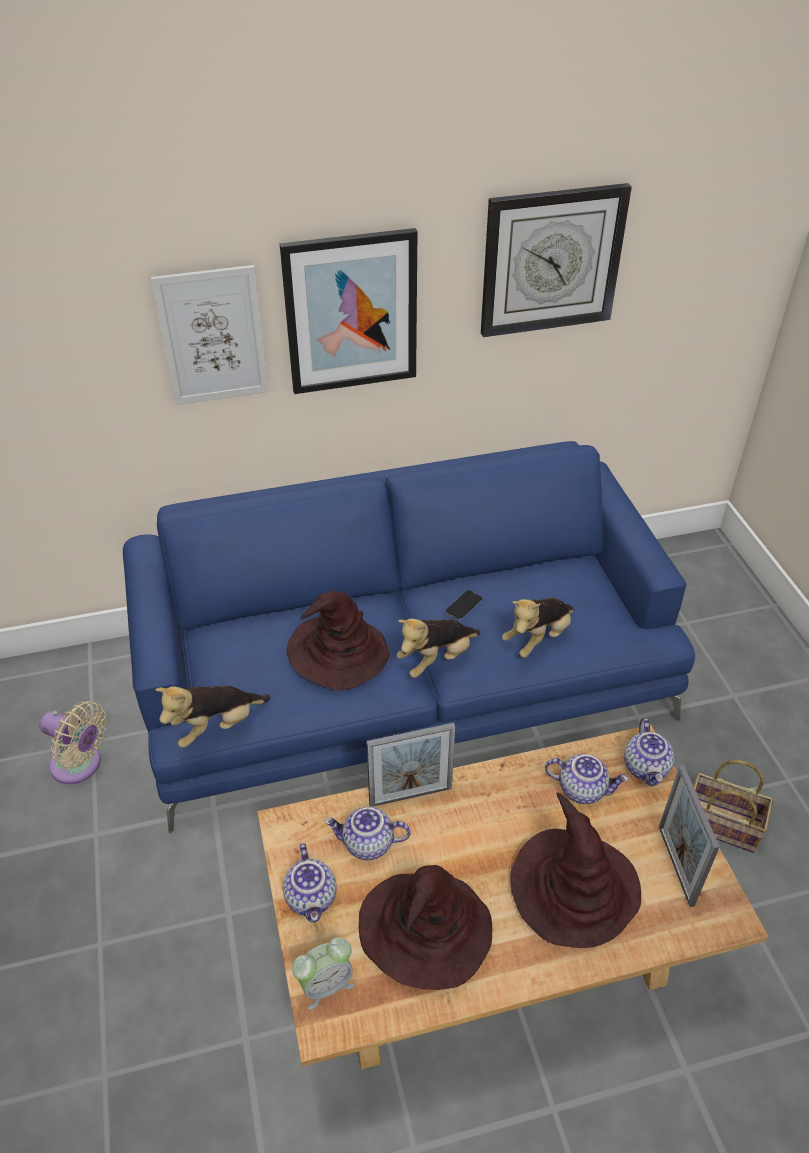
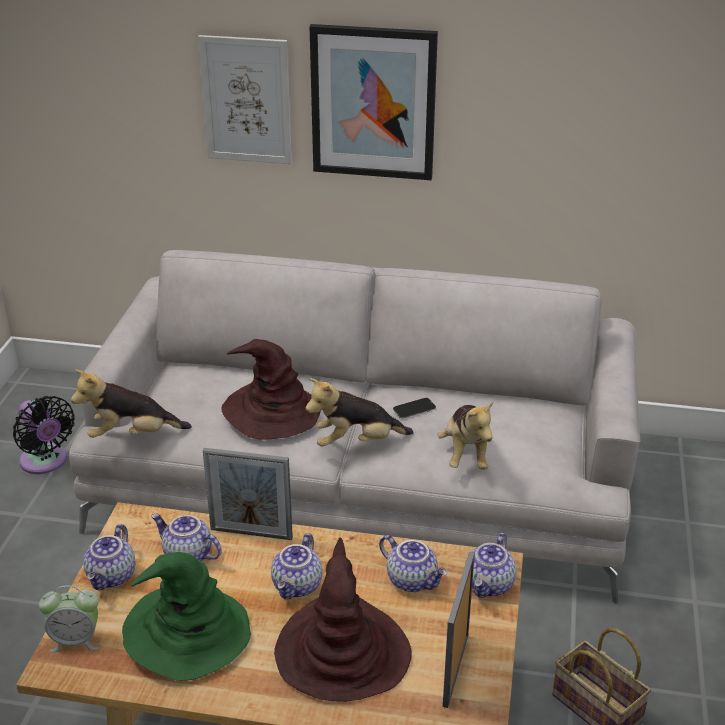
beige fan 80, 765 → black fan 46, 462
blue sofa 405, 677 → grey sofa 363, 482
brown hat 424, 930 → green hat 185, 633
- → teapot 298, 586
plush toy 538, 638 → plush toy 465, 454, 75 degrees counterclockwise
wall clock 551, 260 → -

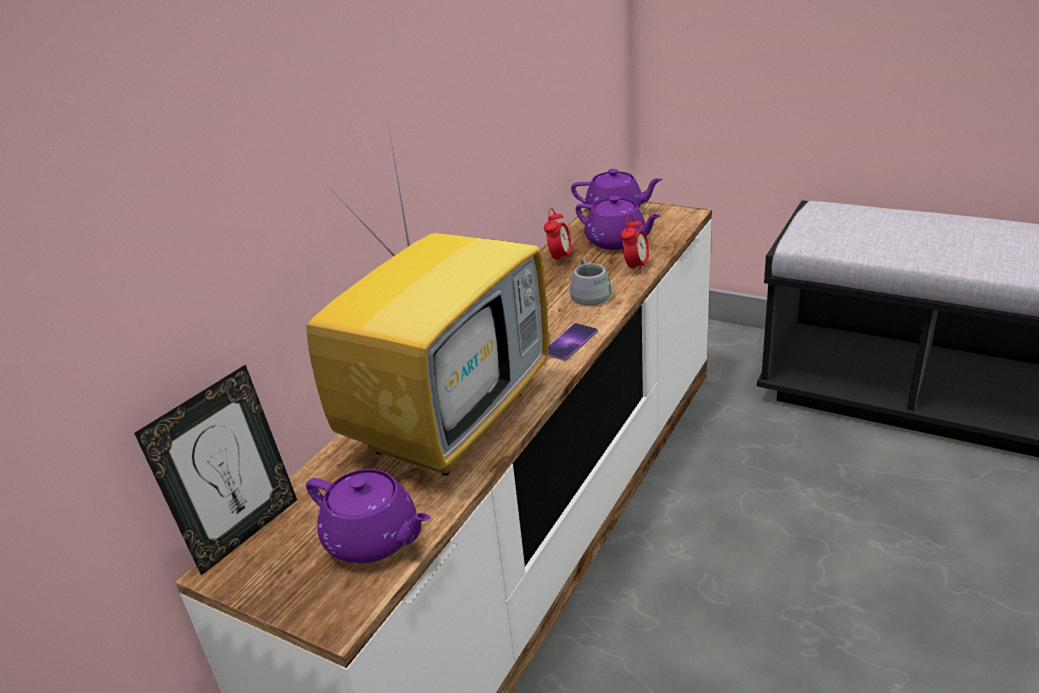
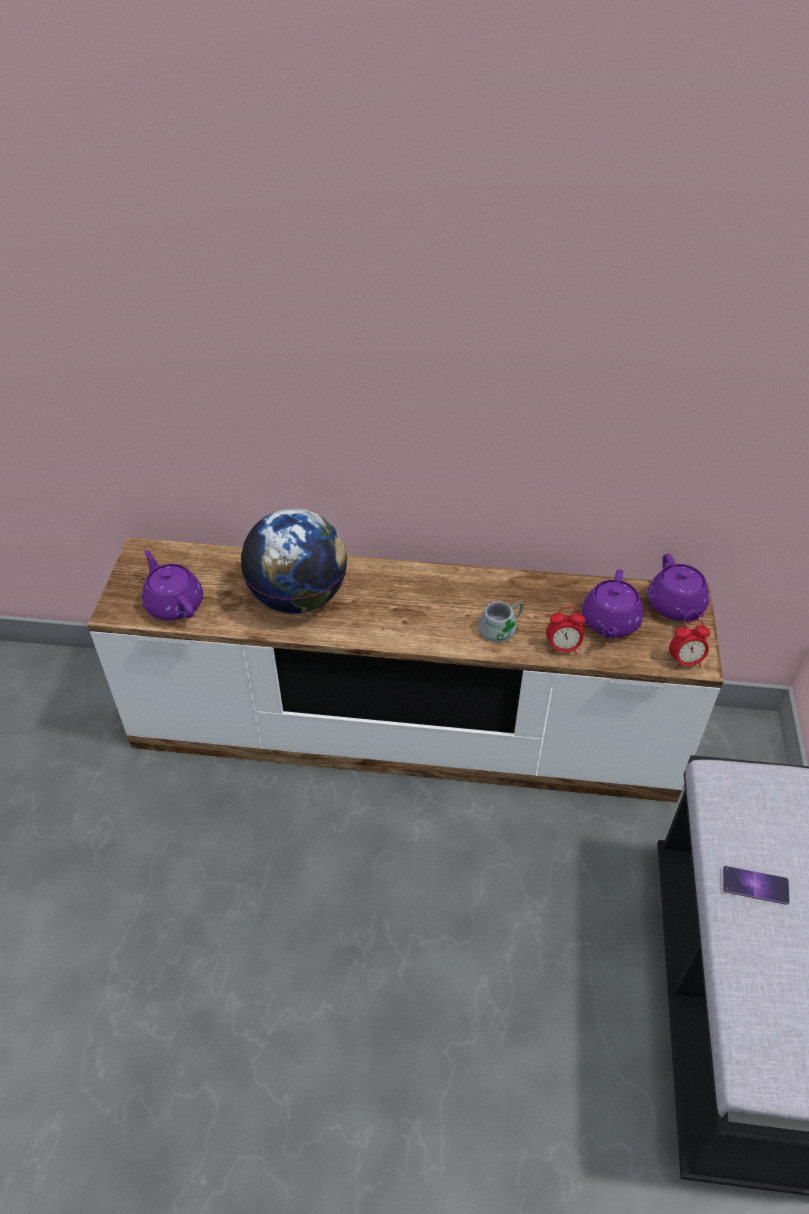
purple teapot 374, 539 → purple teapot 174, 603, 135 degrees clockwise
television 450, 418 → globe 299, 597
alarm clock 559, 258 → alarm clock 685, 661, shifted
phone 570, 342 → phone 755, 885, shifted
picture frame 244, 532 → -

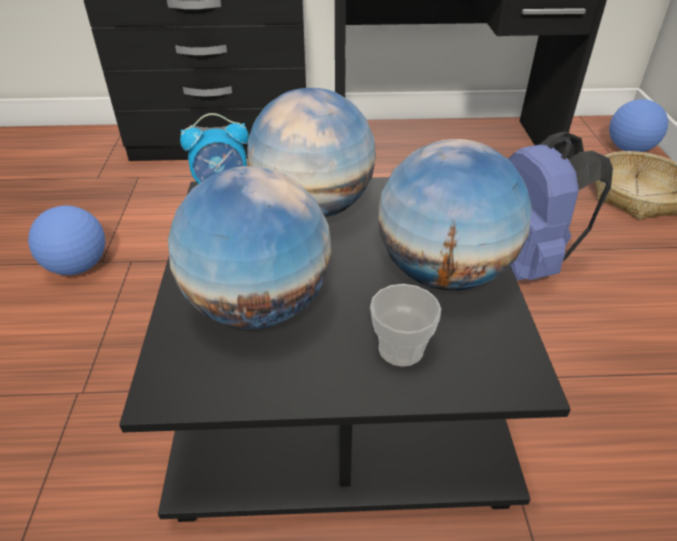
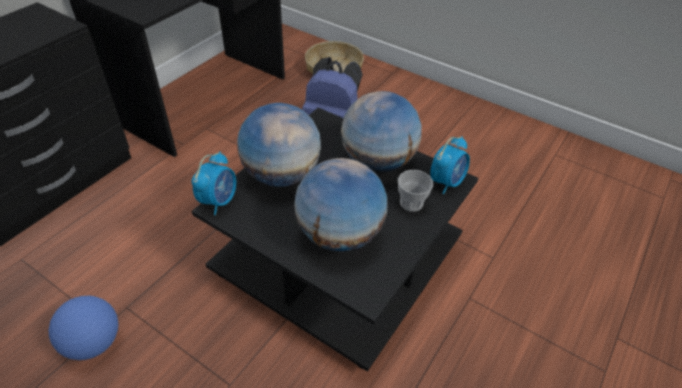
- → alarm clock 447, 182
football 629, 149 → -

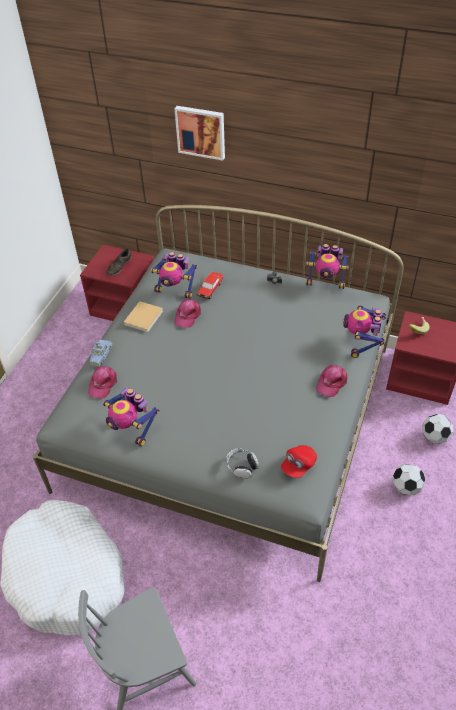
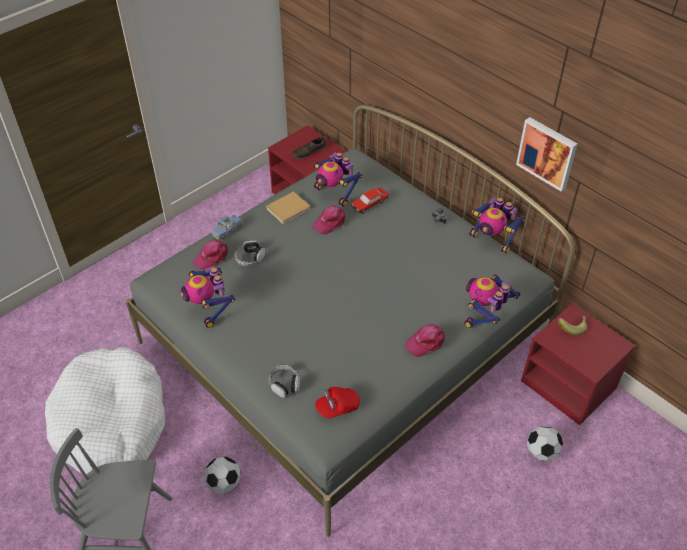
football 406, 487 → football 224, 483, shifted
- → headphones 250, 258
picture 201, 131 → picture 547, 153, shifted

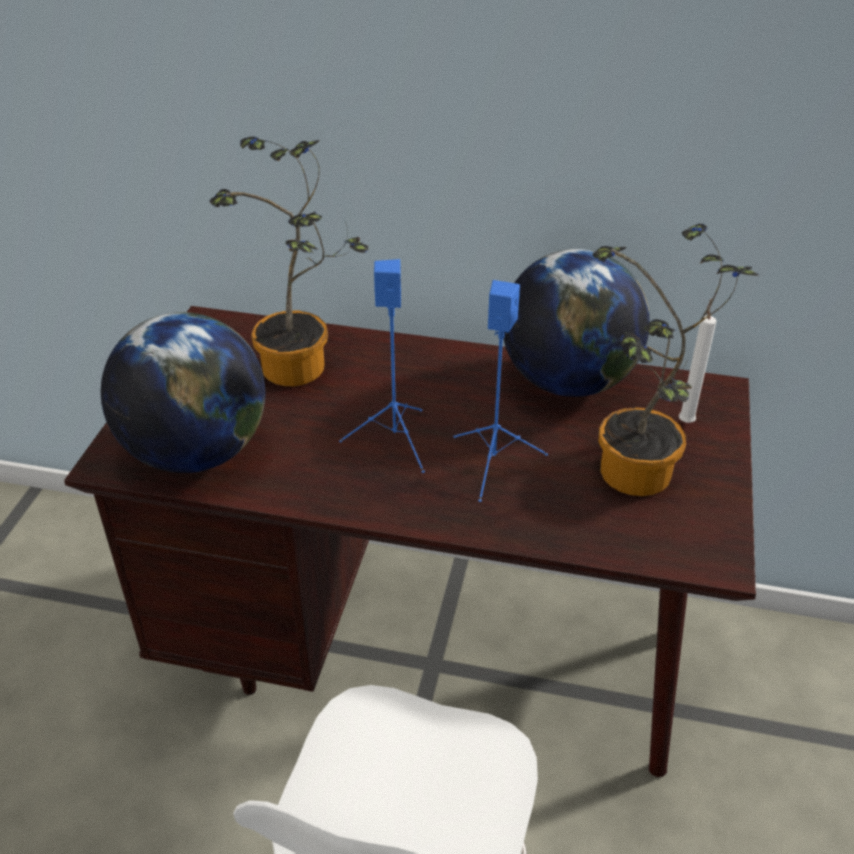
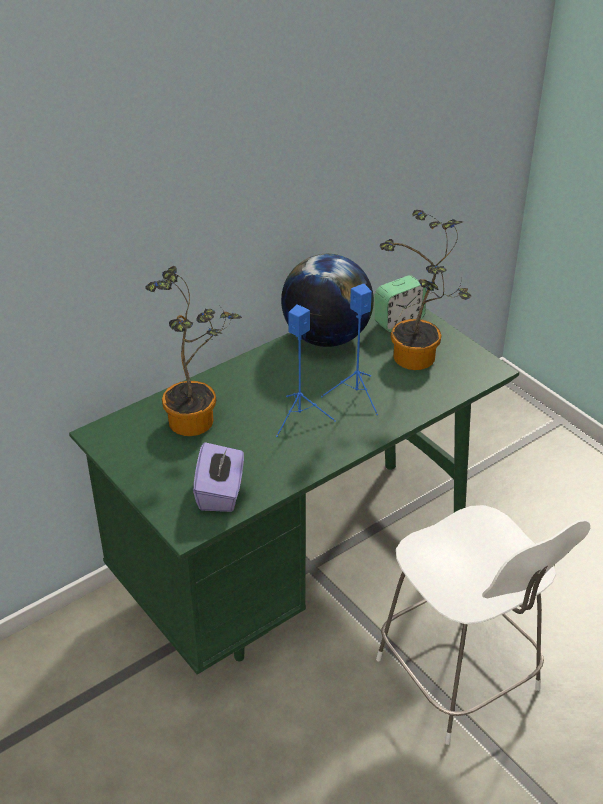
brown desk 427, 655 → green desk 301, 564
globe 196, 452 → purple tissue box 220, 492
white candle 686, 421 → alarm clock 398, 321

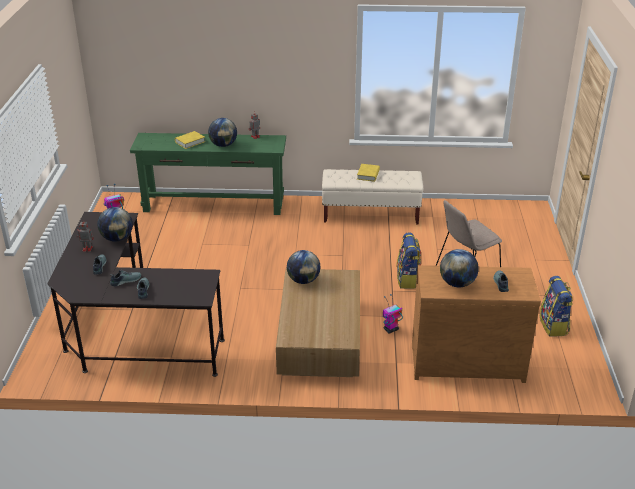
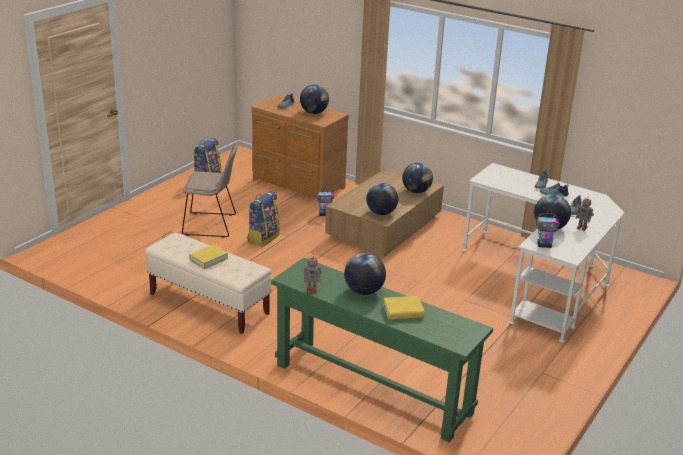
- → globe 416, 191
black desk 131, 333 → white desk 542, 279

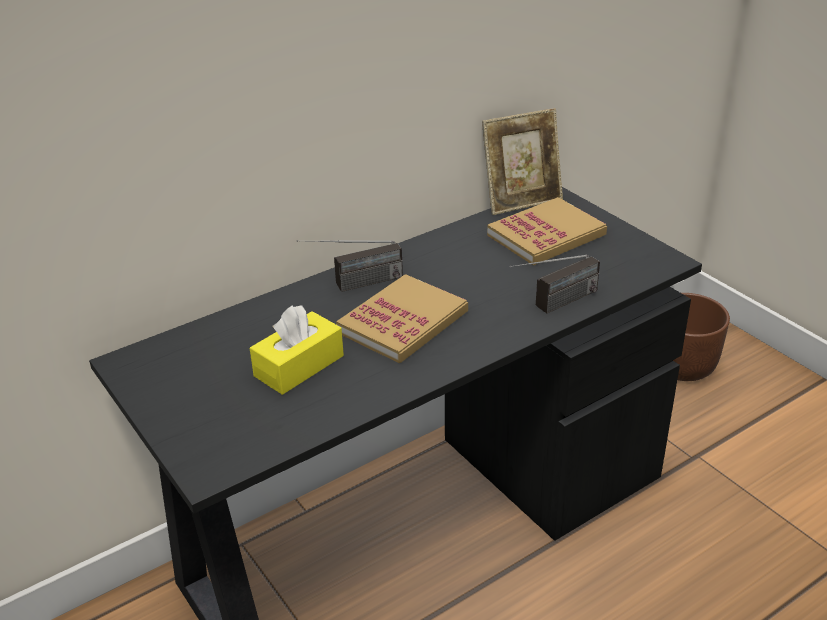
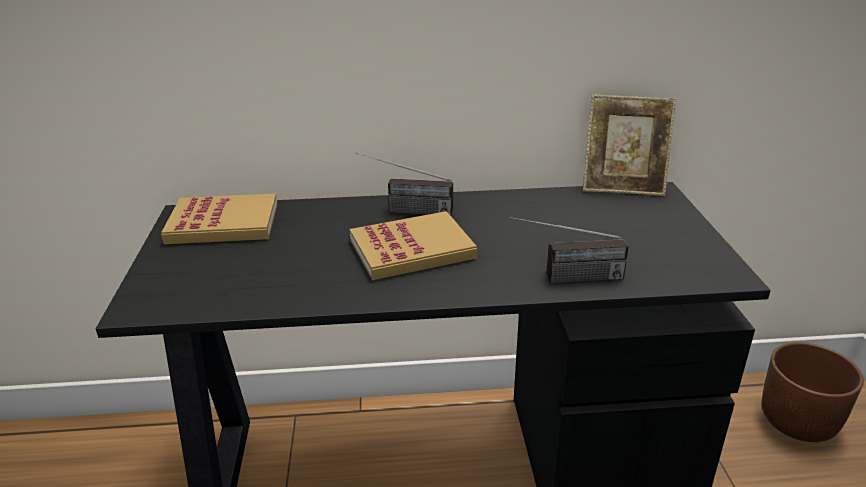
book 546, 235 → book 223, 223, shifted
yellow tissue box 299, 366 → -

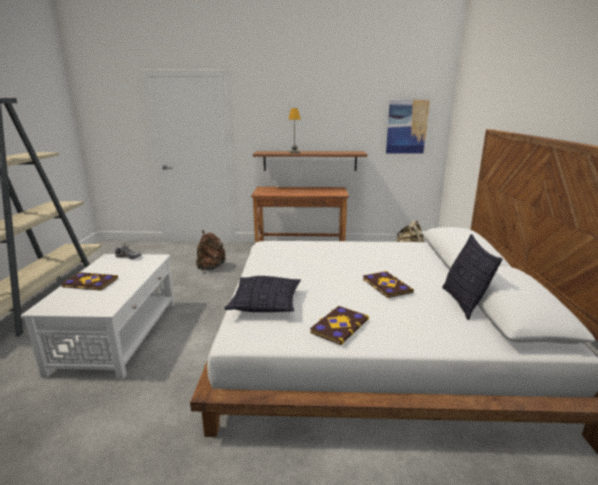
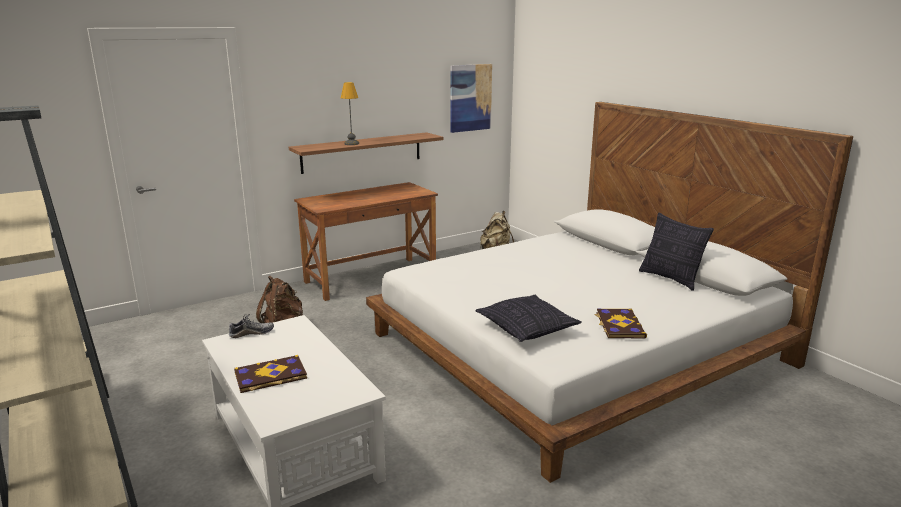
book 386, 286 → -

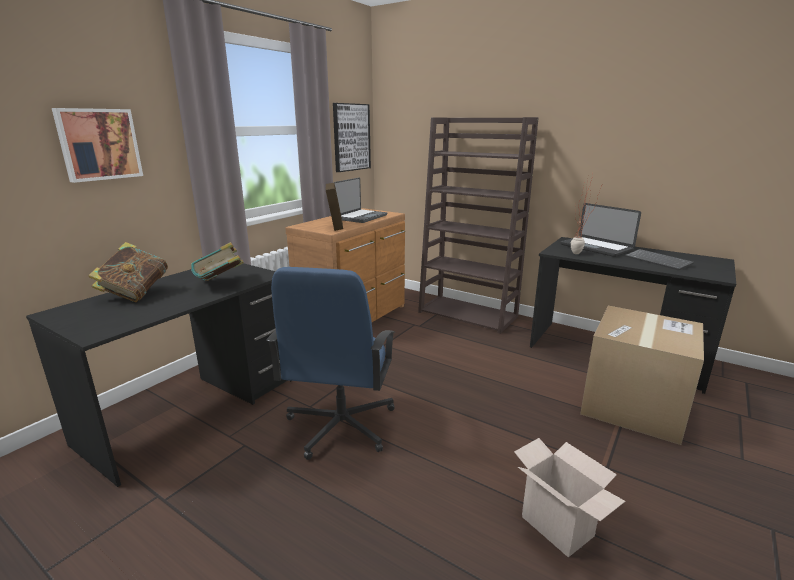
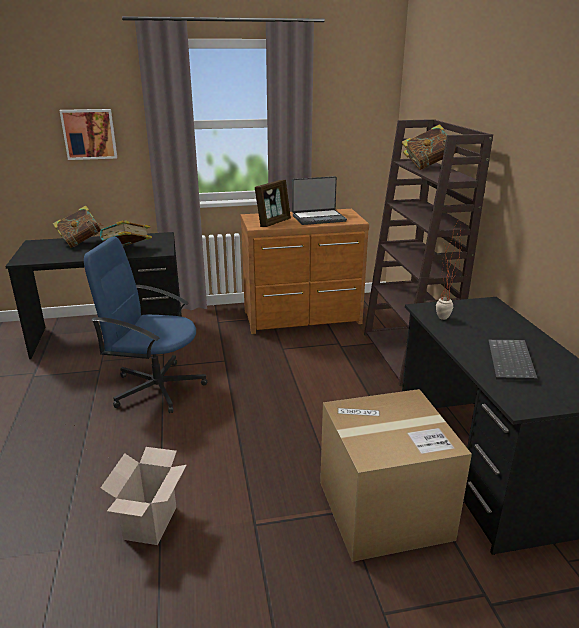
blue office chair 340, 426 → blue office chair 157, 387, 45 degrees clockwise
- → book 427, 166
picture 351, 137 → -
laptop 595, 247 → -

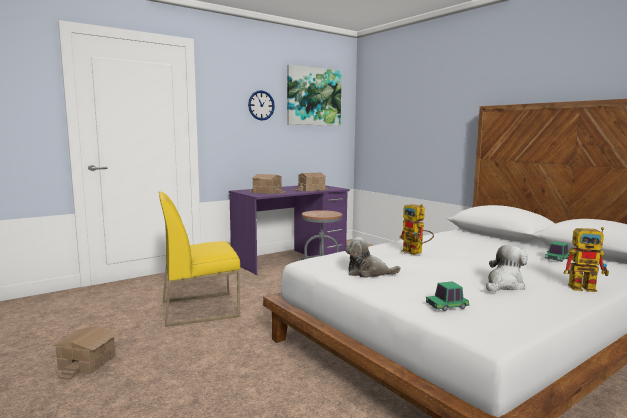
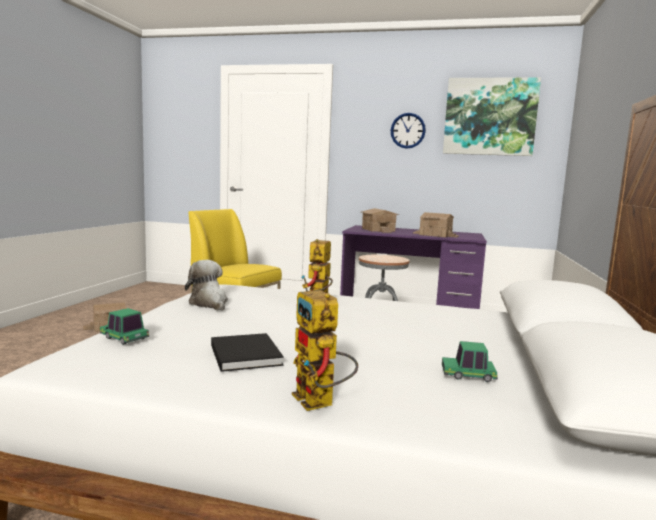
plush toy 504, 285 → black book 245, 354

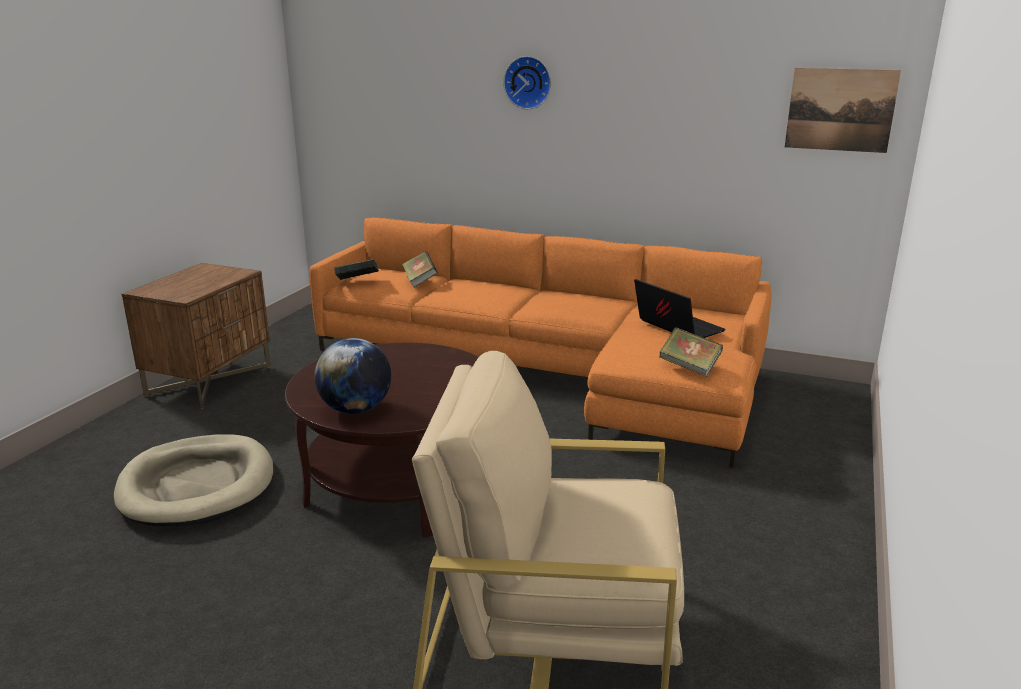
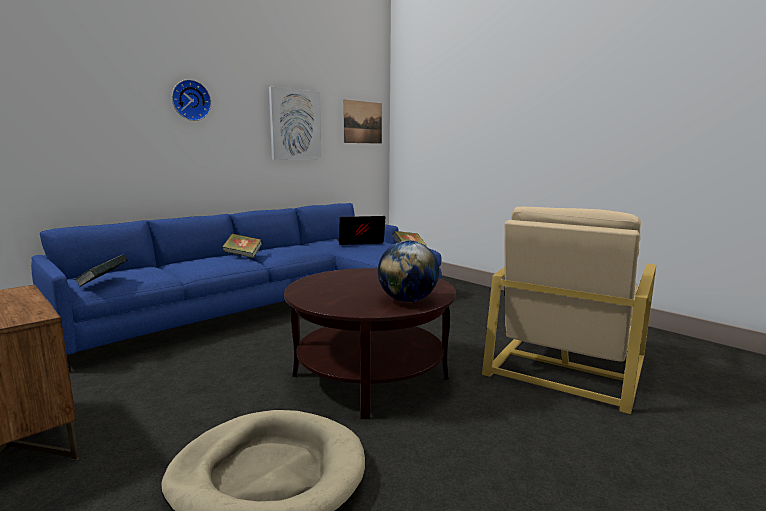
orange sofa 549, 372 → blue sofa 274, 306
book 420, 281 → book 243, 256, shifted
- → picture 295, 124

